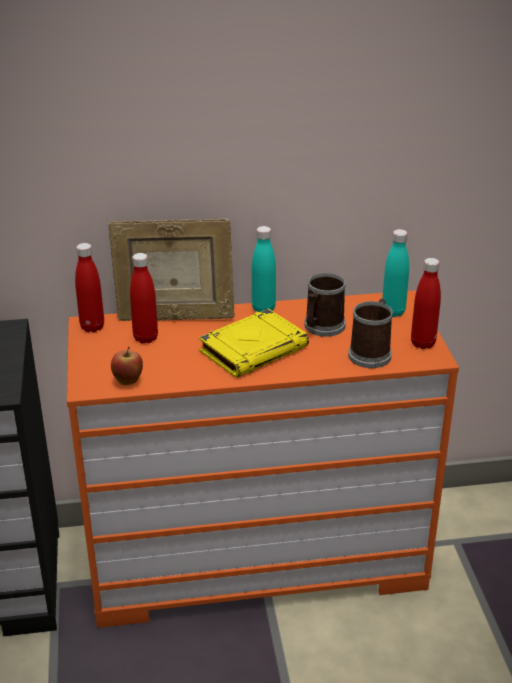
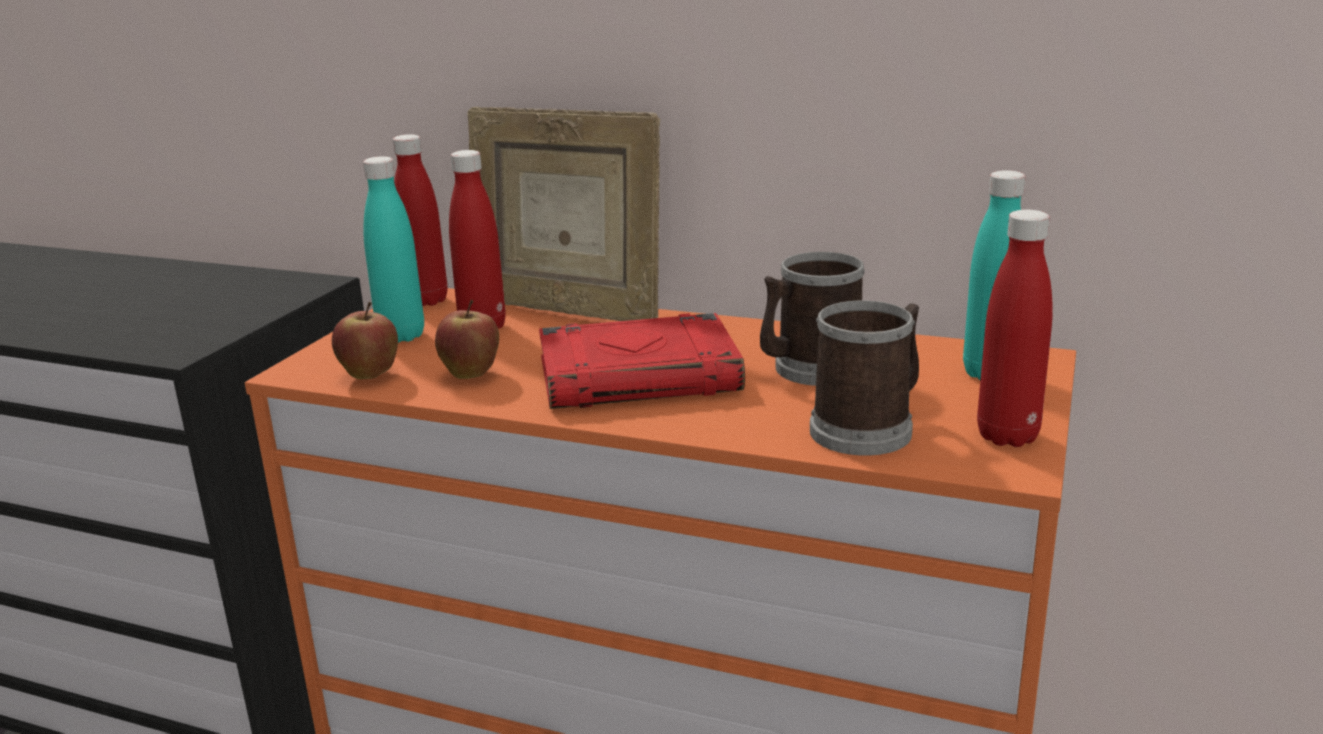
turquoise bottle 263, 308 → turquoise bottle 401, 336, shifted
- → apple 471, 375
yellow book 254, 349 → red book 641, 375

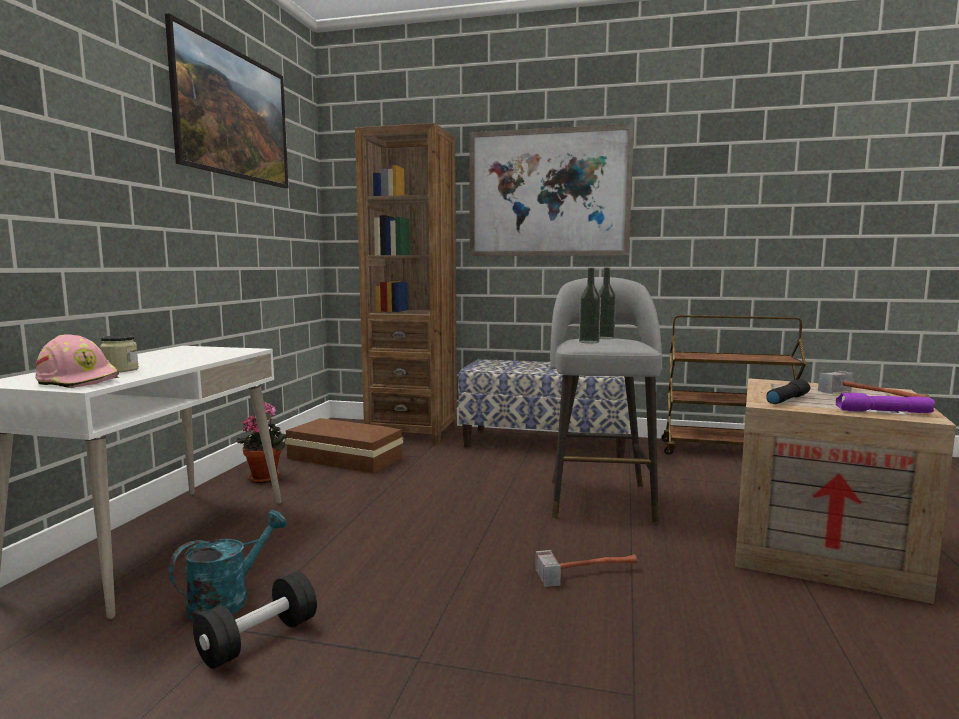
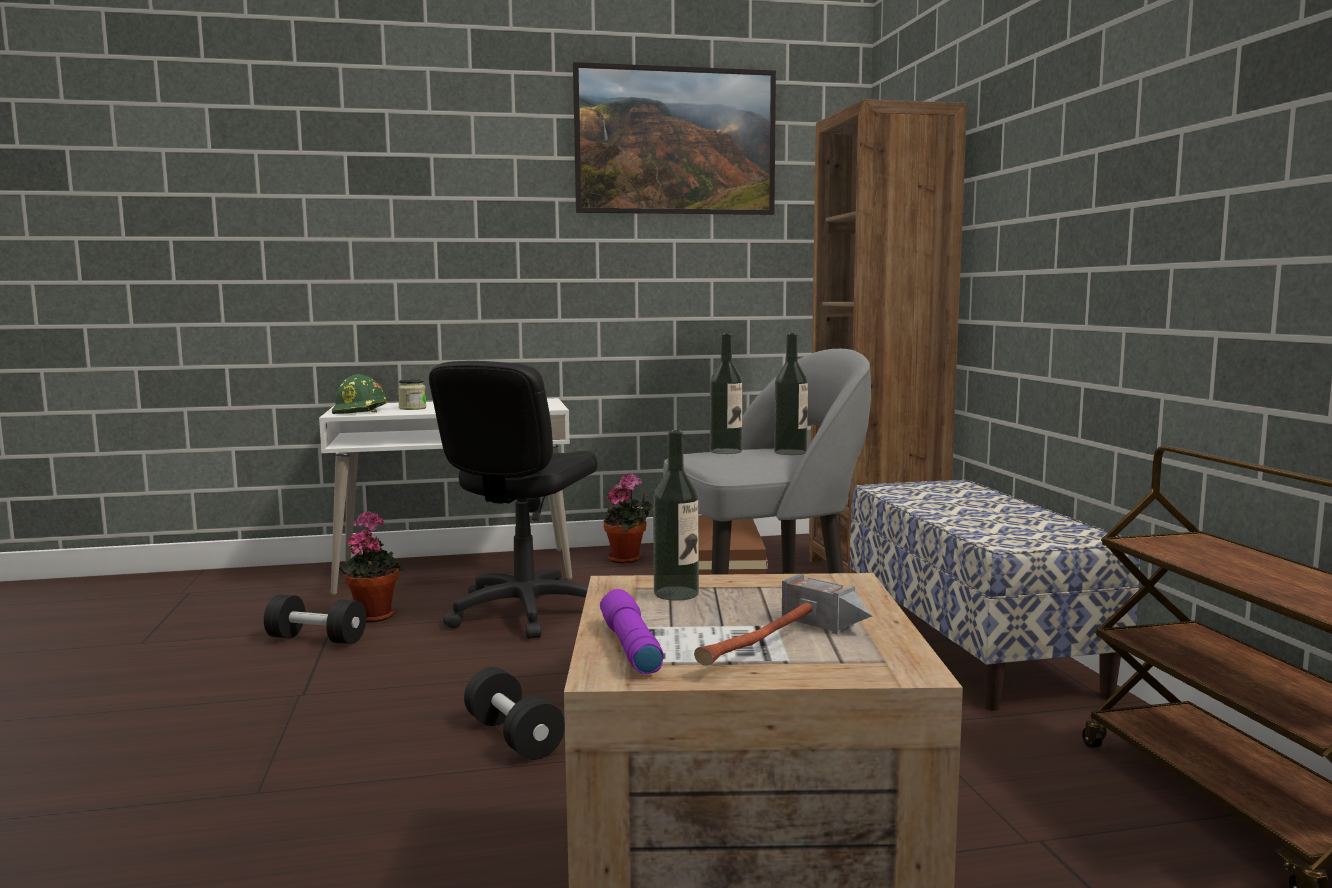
pink hard hat 79, 381 → green hard hat 361, 411
turquoise watering can 228, 599 → potted plant 373, 615
- → black office chair 524, 612
hammer 585, 570 → black dumbbell 513, 737
black flashlight 787, 399 → bottle 676, 593
picture 548, 193 → -

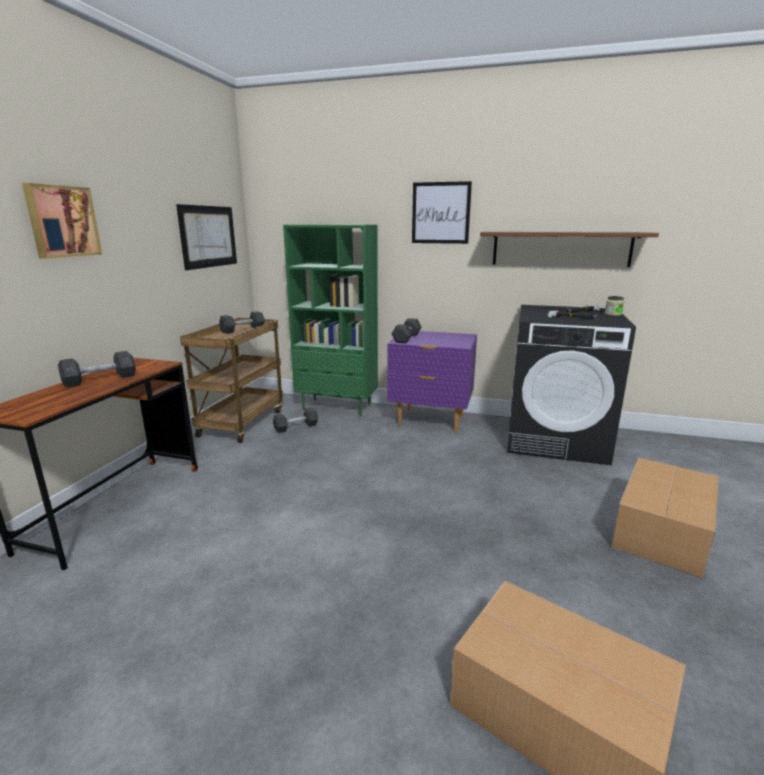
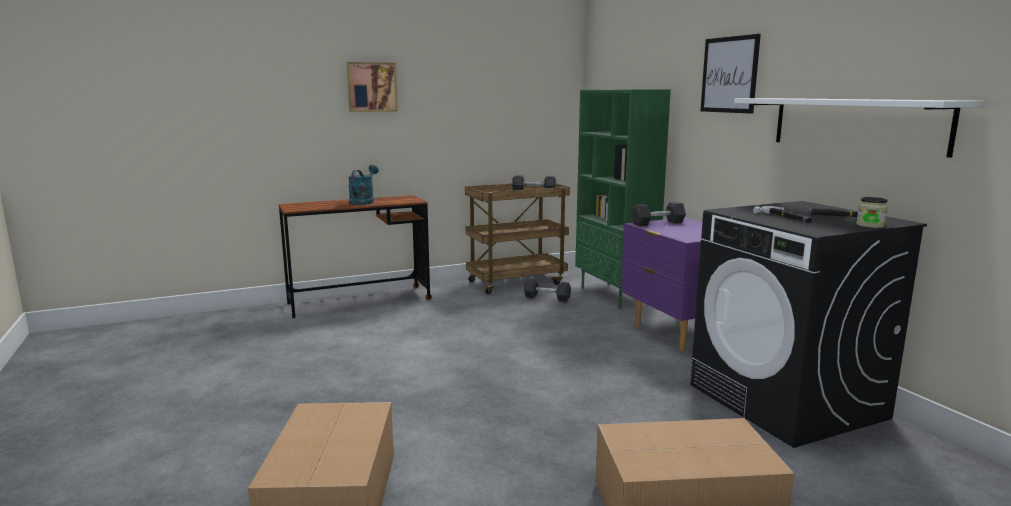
grey dumbbell 100, 379 → turquoise watering can 363, 201
brown shelf 560, 249 → white shelf 856, 124
picture 208, 236 → -

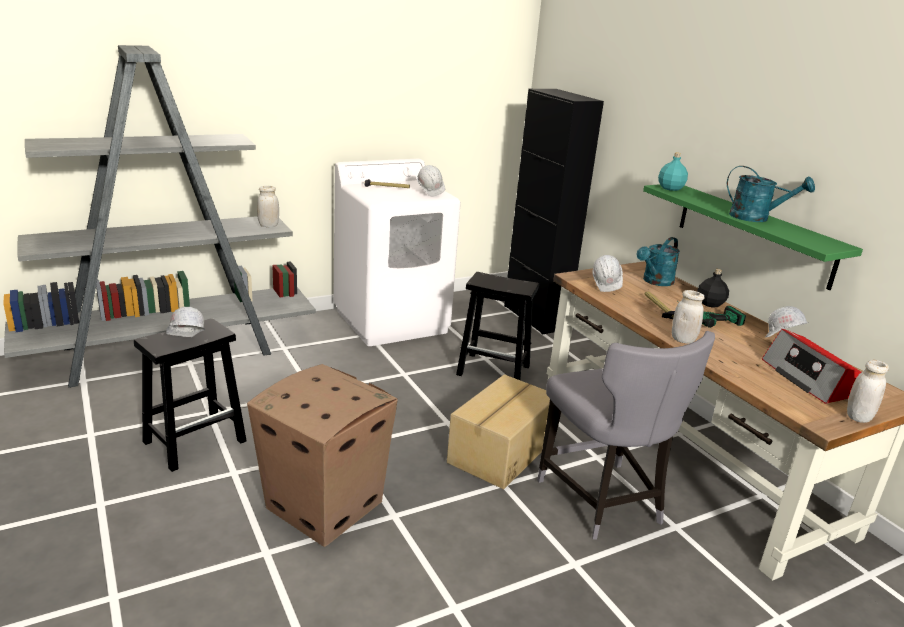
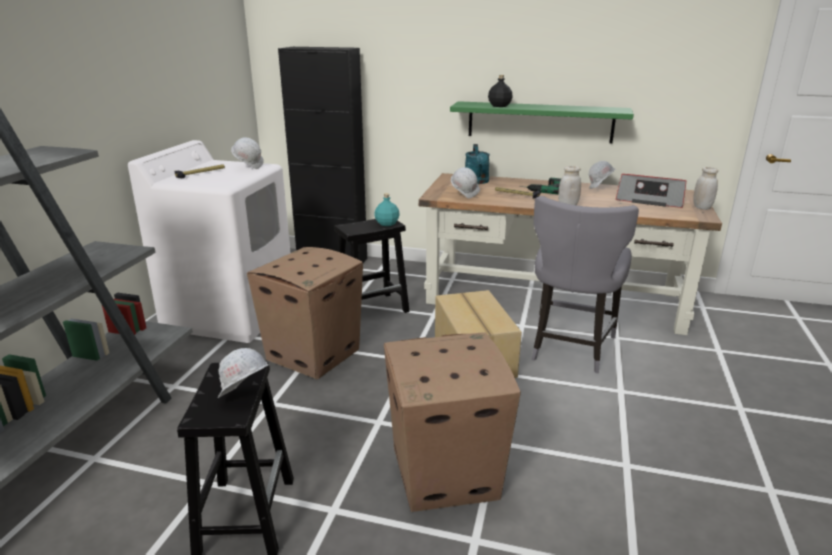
- → cardboard box 314, 354
turquoise bottle 670, 188 → turquoise bottle 387, 224, shifted
black bottle 710, 304 → black bottle 500, 106, shifted
grey chair 603, 502 → grey chair 569, 348, 90 degrees clockwise
white jar 268, 225 → -
turquoise watering can 756, 218 → -

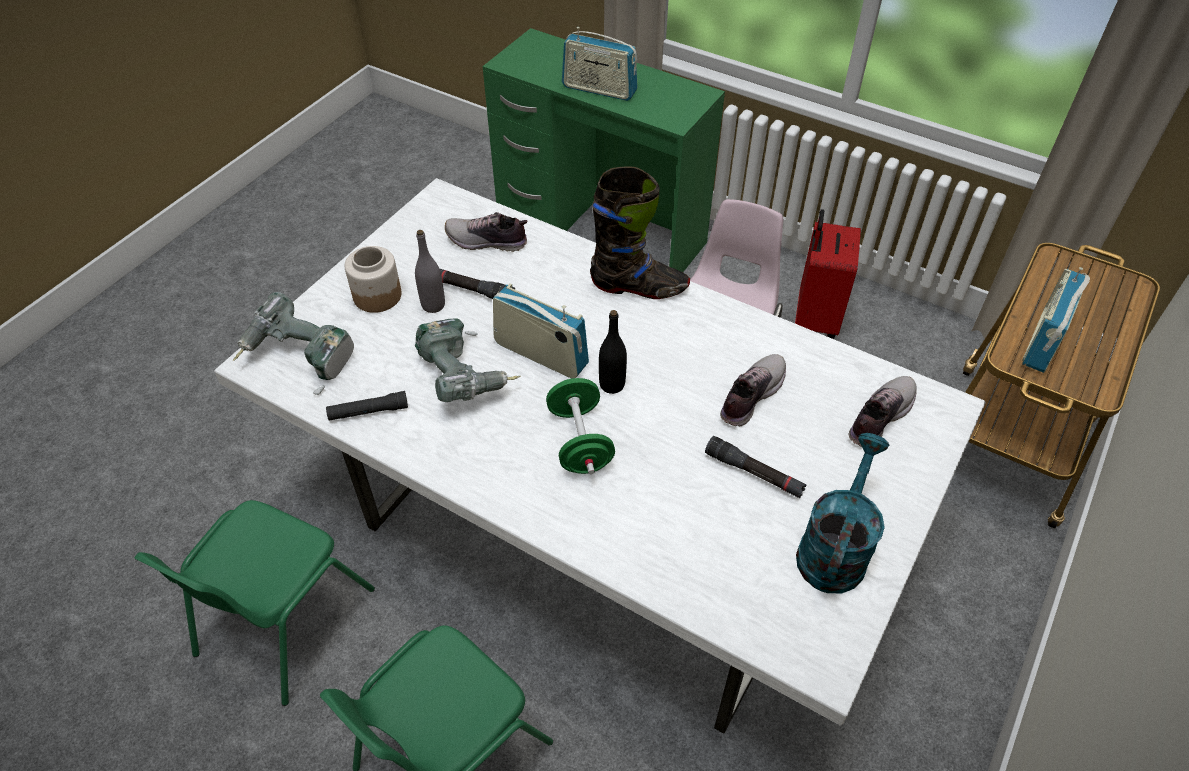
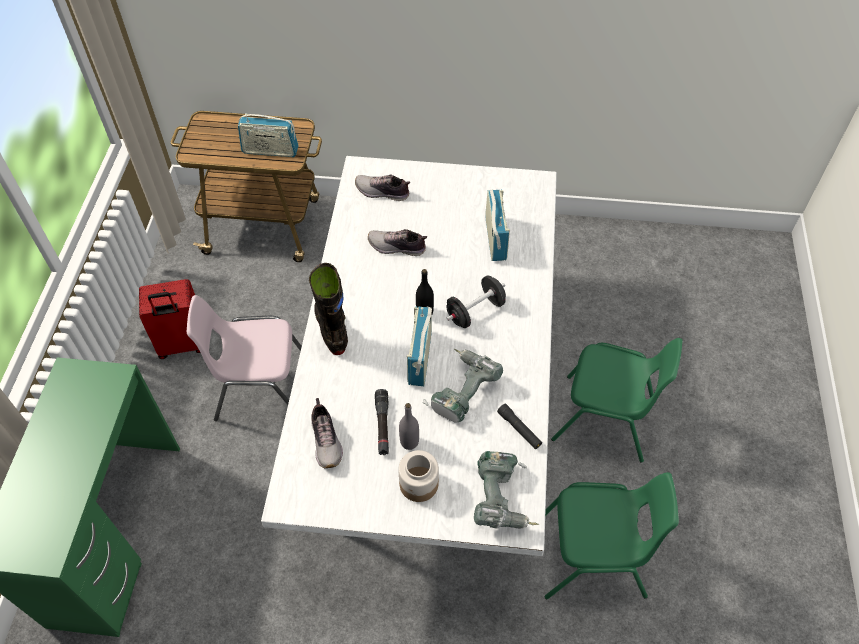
green dumbbell 580, 441 → black dumbbell 475, 311
radio 599, 89 → radio 495, 238, shifted
black flashlight 754, 473 → -
turquoise watering can 834, 547 → -

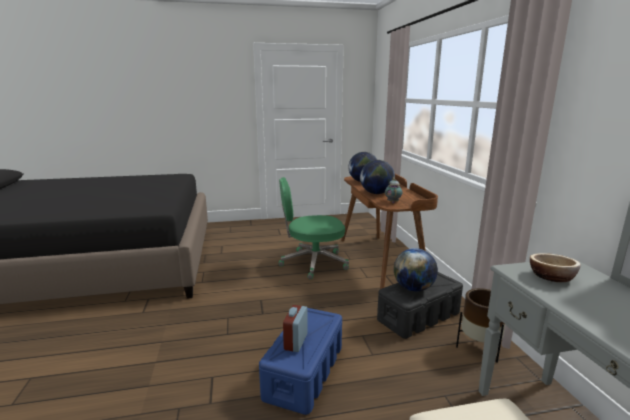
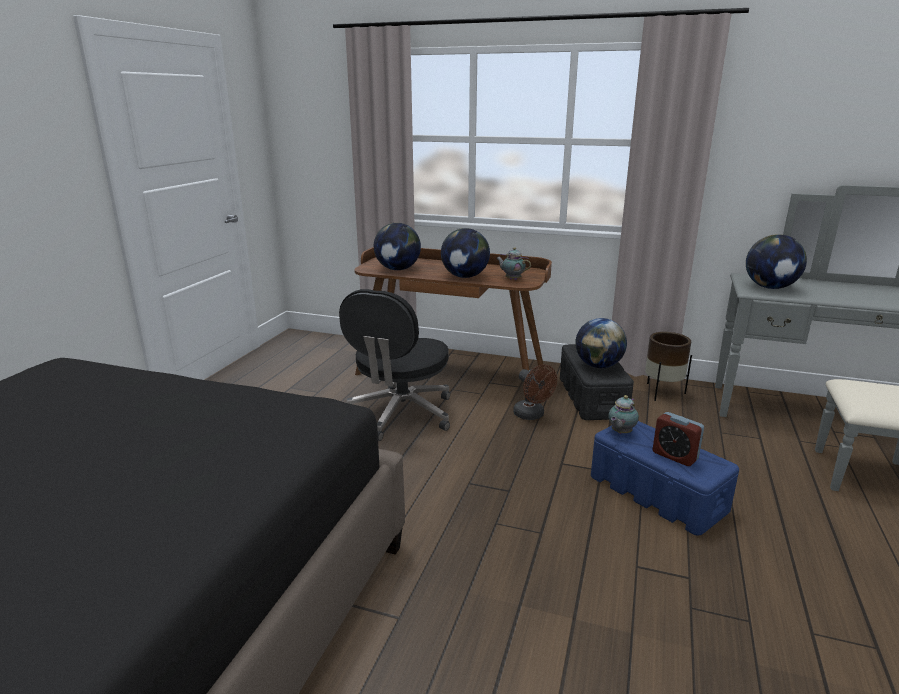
green office chair 312, 263 → black office chair 401, 414
- → brown fan 532, 415
- → teapot 620, 432
bowl 551, 277 → globe 770, 287

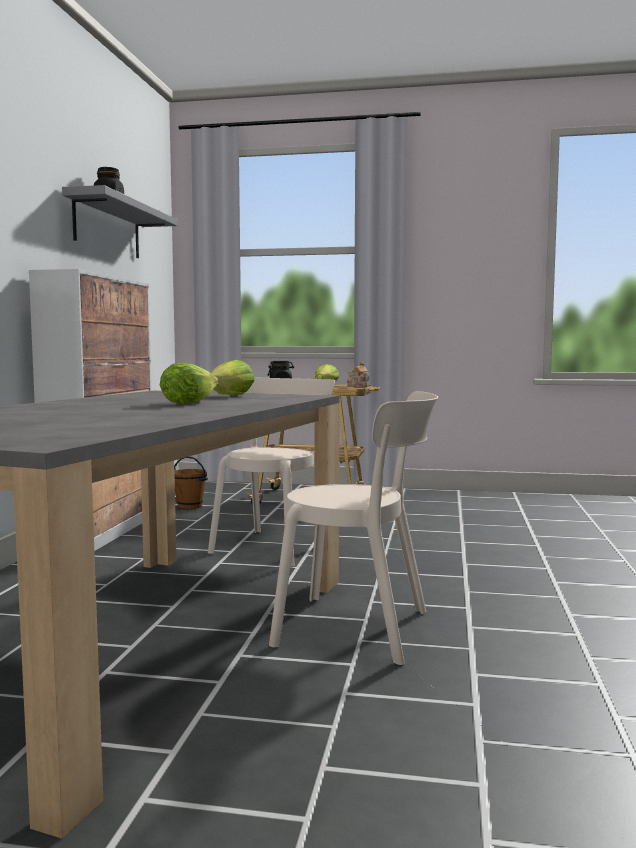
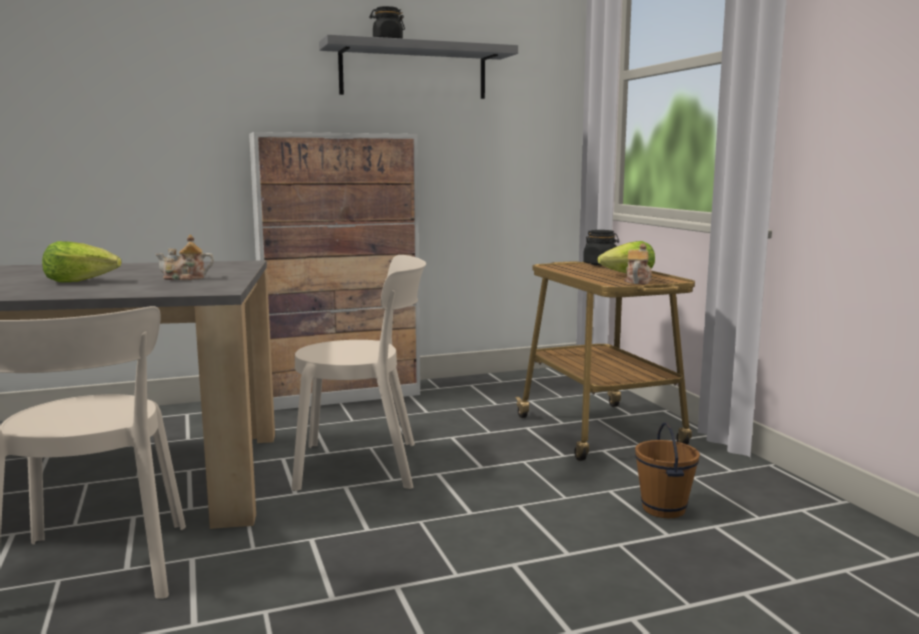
lettuce 230, 396 → teapot 185, 278
brown bucket 189, 506 → brown bucket 662, 509, shifted

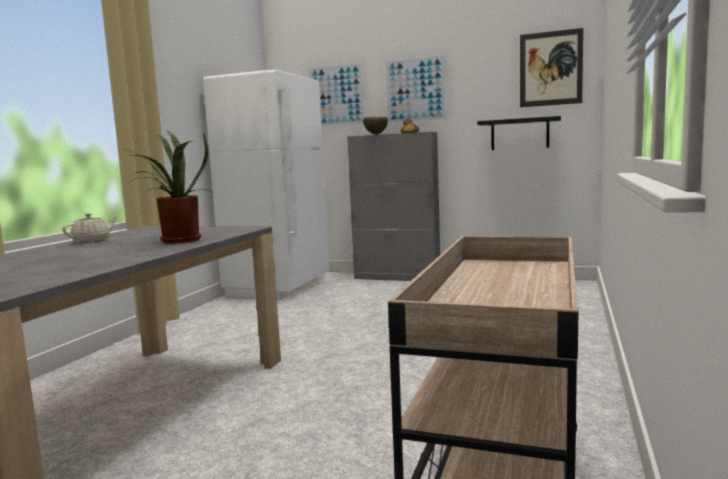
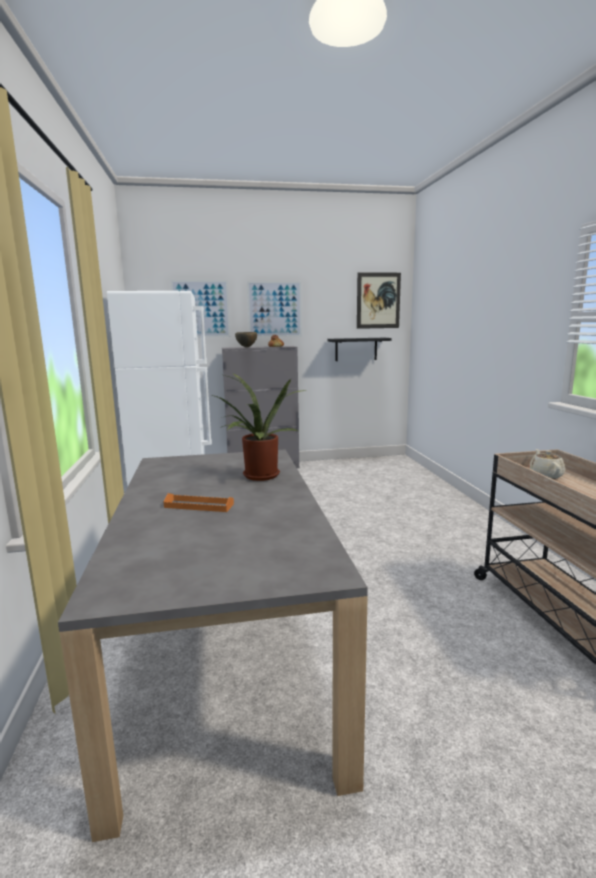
- → orange tray 199, 506
beige teapot 92, 241 → beige teapot 545, 475, shifted

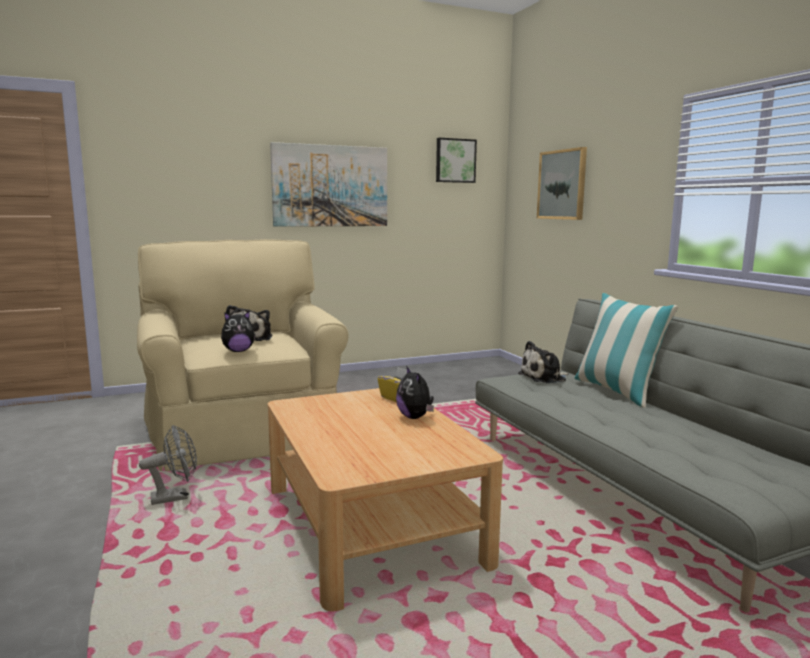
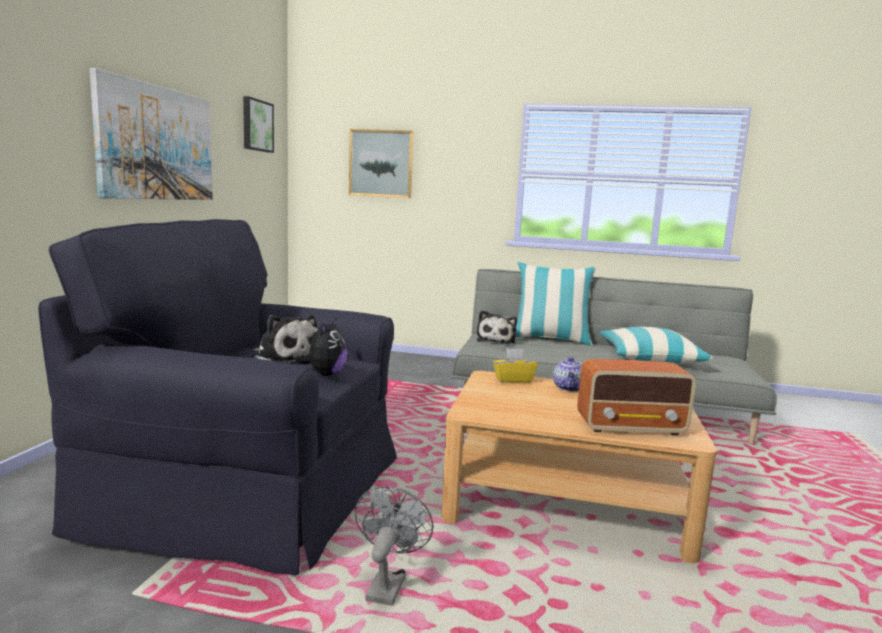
beige armchair 244, 431 → black armchair 252, 491
plush toy 415, 417 → teapot 569, 388
- → radio 632, 427
- → pillow 650, 358

